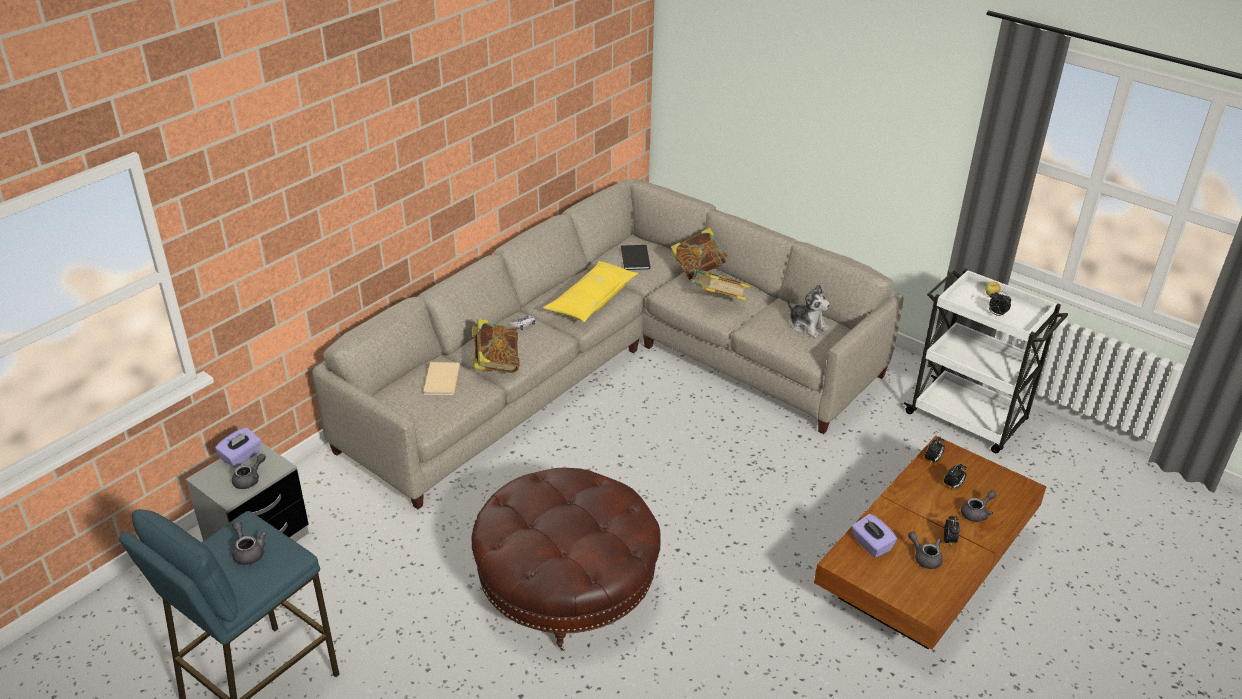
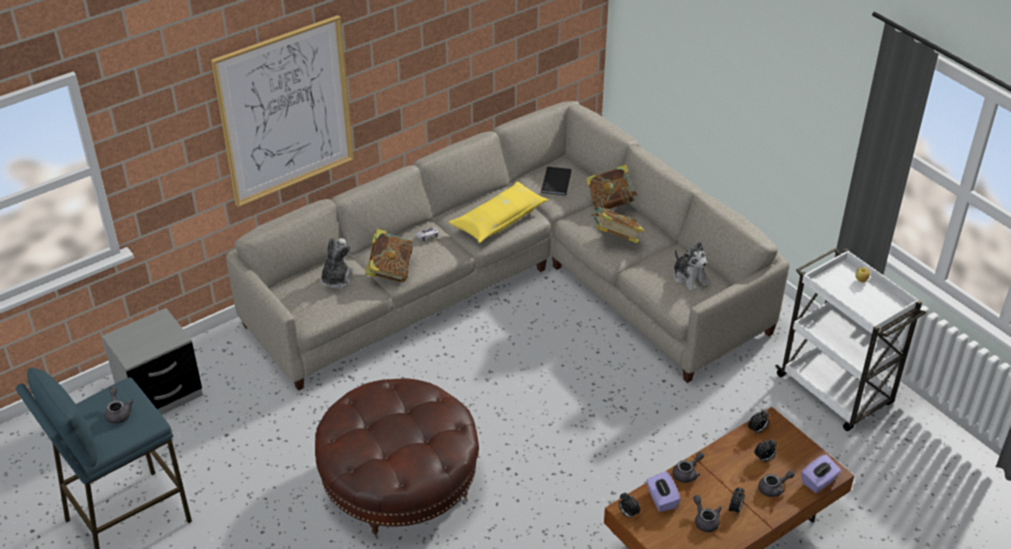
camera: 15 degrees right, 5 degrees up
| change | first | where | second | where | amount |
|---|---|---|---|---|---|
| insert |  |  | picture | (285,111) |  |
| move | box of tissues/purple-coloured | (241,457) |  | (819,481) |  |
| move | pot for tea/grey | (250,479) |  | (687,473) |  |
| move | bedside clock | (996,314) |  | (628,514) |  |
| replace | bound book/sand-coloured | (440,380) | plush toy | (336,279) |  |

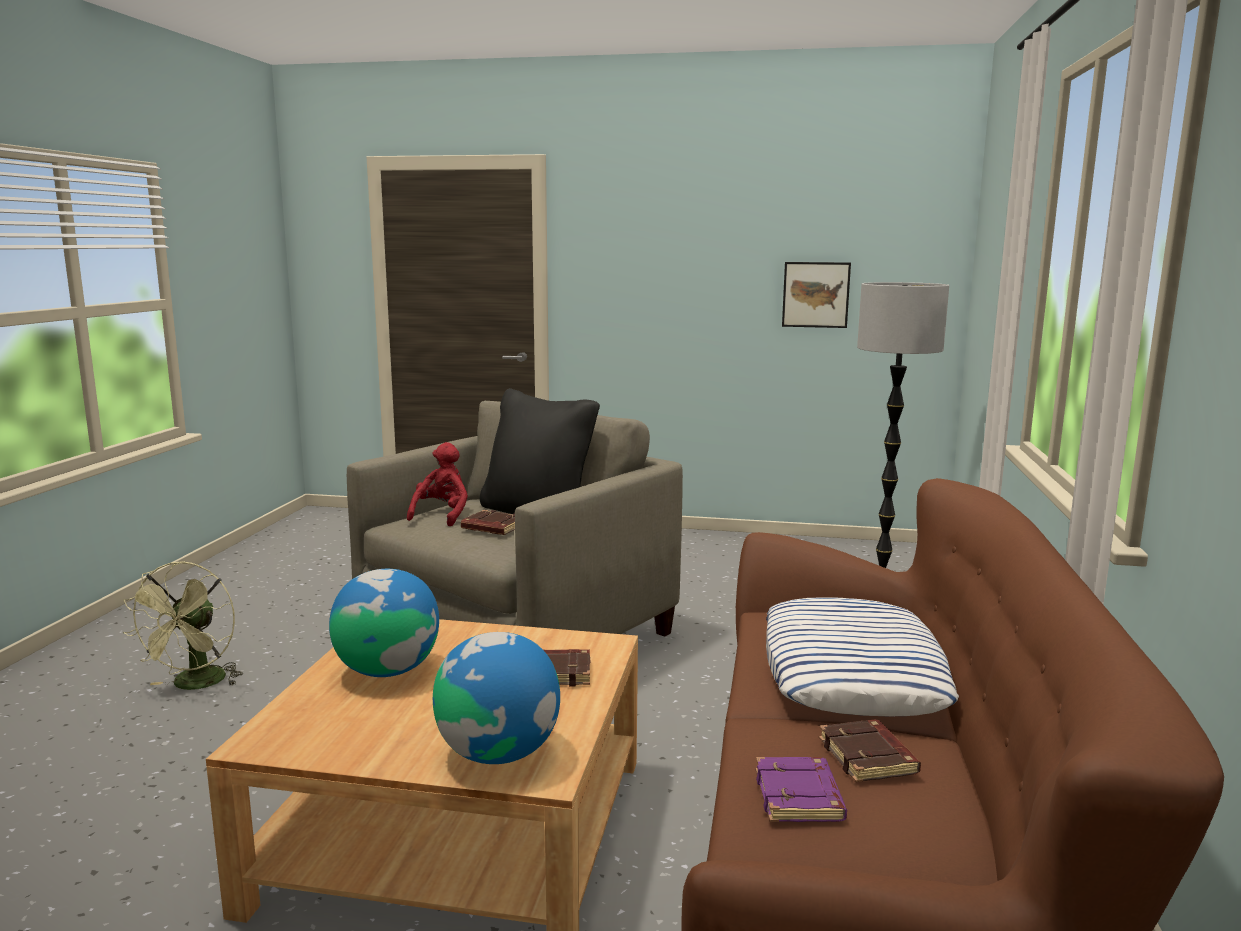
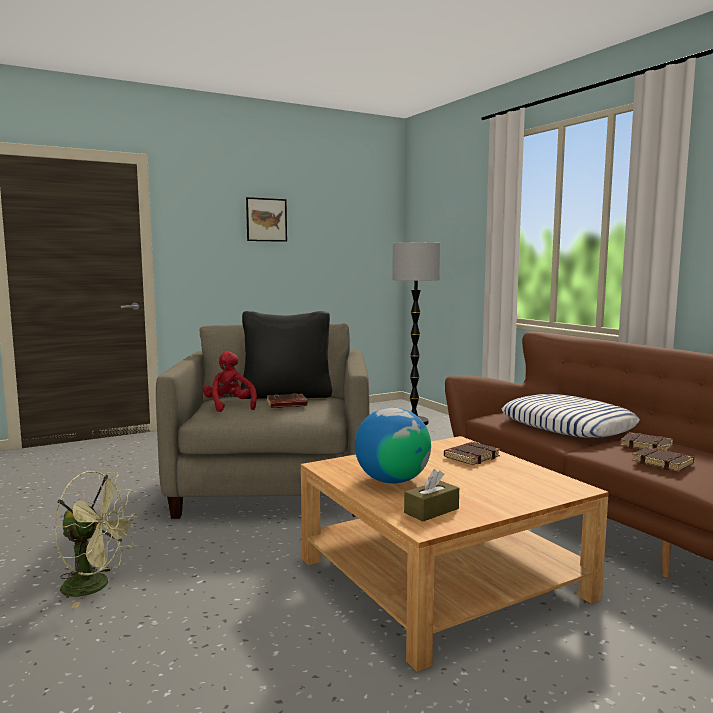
camera: 40 degrees left, 5 degrees down
| change | first | where | second | where | amount |
|---|---|---|---|---|---|
| delete | world globe | (498,753) |  |  |  |
| insert |  |  | box of tissues/brown-coloured | (431,510) |  |
| move | picture | (815,294) |  | (266,219) |  |
| recolor | bound book/purple-coloured | (800,797) | bound book/brown-coloured | (663,463) |  |
| rotate | electric fan/green | (195,685) |  | (95,586) | 45 degrees counterclockwise |

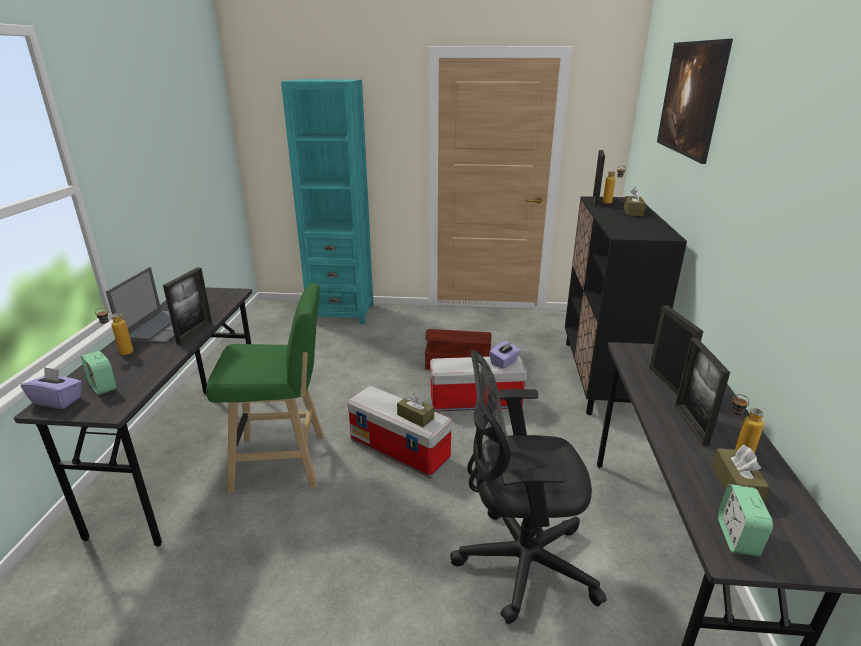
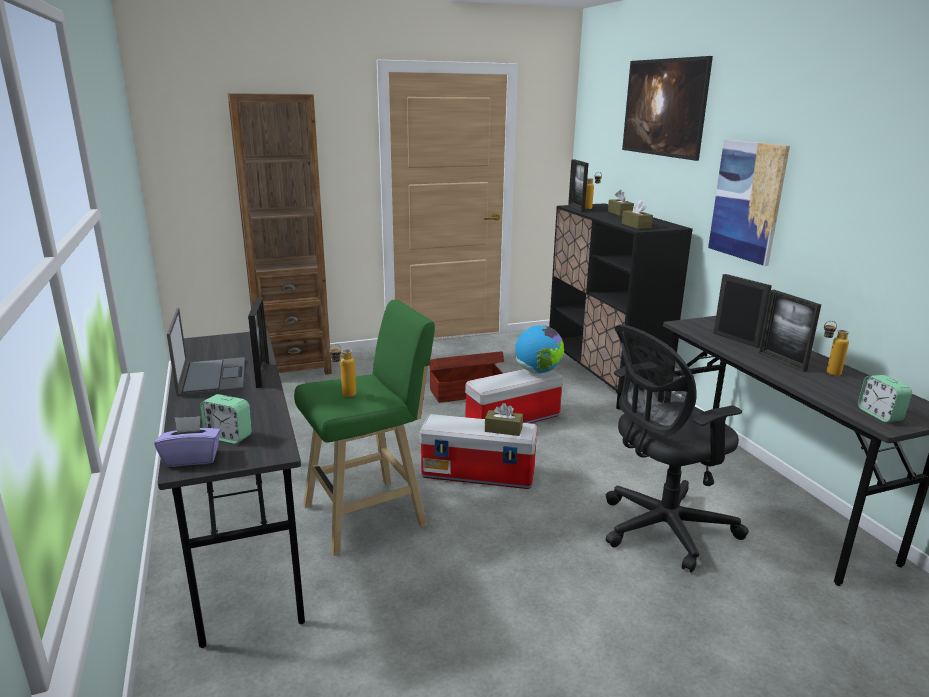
camera: 25 degrees left, 5 degrees down
| change | first | where | second | where | amount |
|---|---|---|---|---|---|
| insert |  |  | picture | (747,201) |  |
| move | bottle | (120,353) |  | (344,396) |  |
| move | box of tissues/brown-coloured | (736,485) |  | (636,226) |  |
| replace | box of tissues/purple-coloured | (504,362) | world globe | (538,372) |  |
| recolor | bookshelf/turquoise | (341,312) | bookshelf/brown-coloured | (293,367) |  |

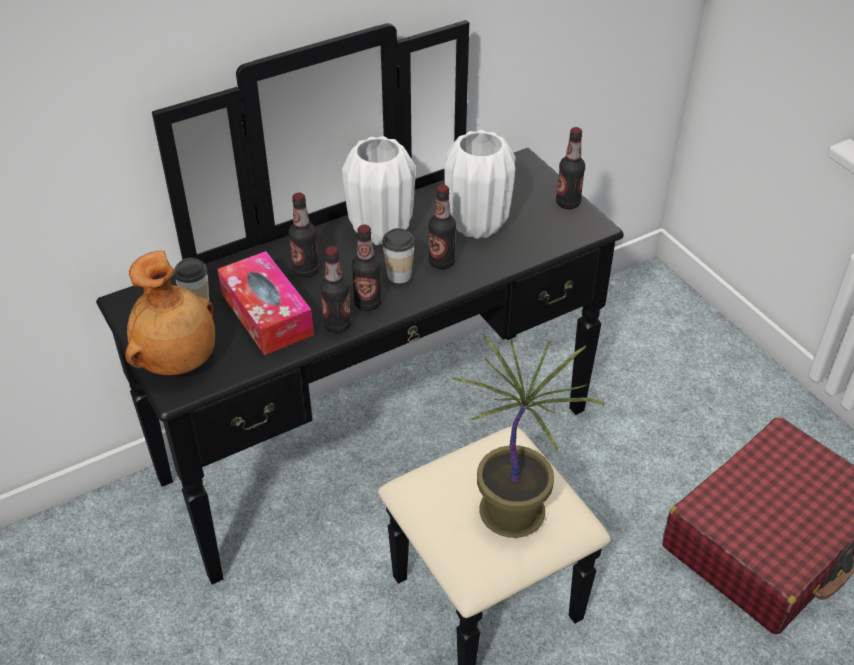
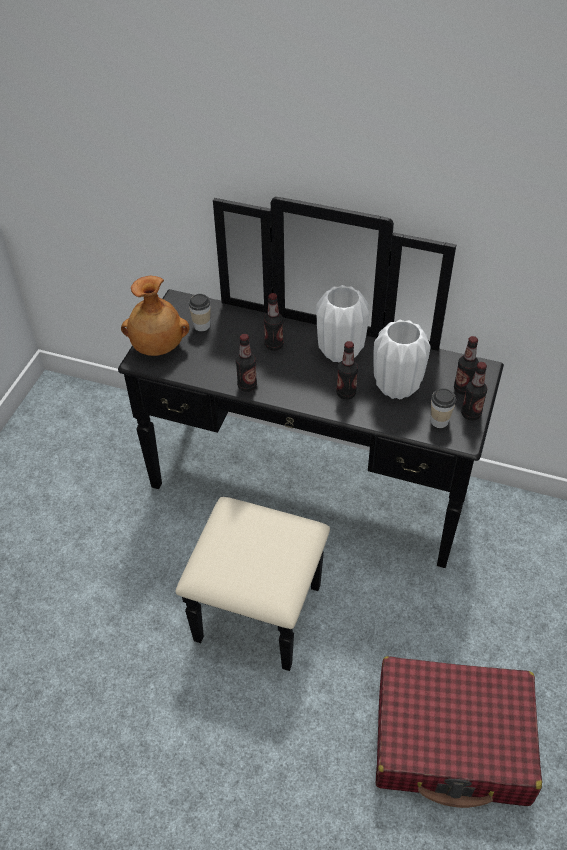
camera: 50 degrees right, 5 degrees up
| change | first | where | second | where | amount |
|---|---|---|---|---|---|
| delete | box of tissues | (267,314) |  |  |  |
| delete | plant in a pot | (514,513) |  |  |  |
| move | bottle | (367,303) |  | (463,388) |  |
| move | cup | (399,275) |  | (439,421) |  |

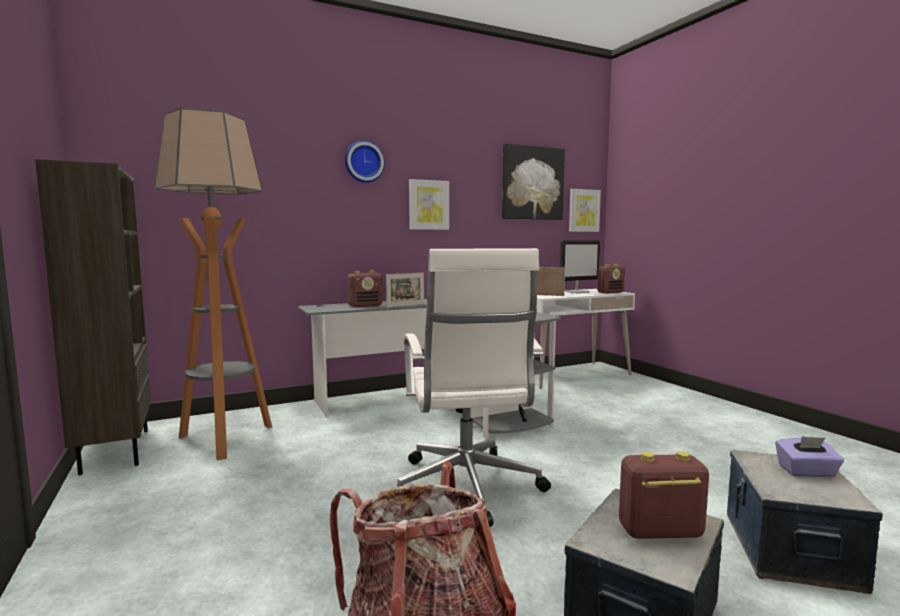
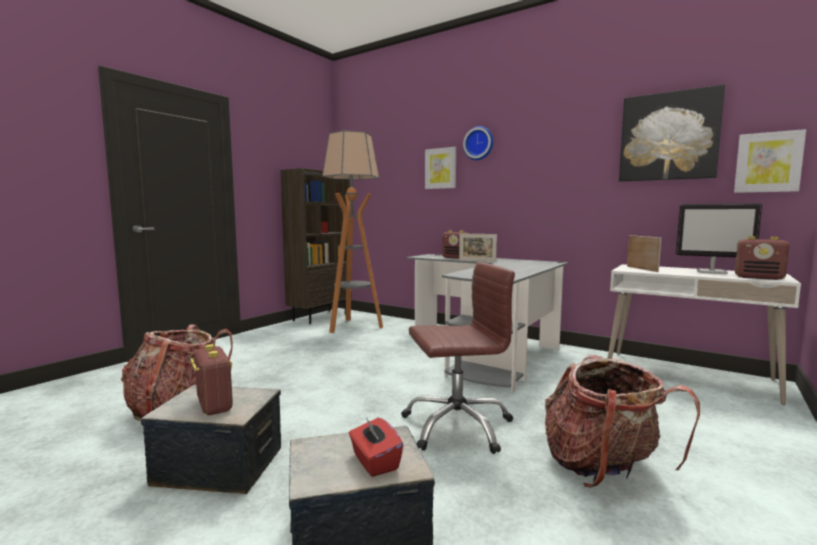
camera: 60 degrees right, 0 degrees up
| change | first | where | second | where | amount |
|---|---|---|---|---|---|
| delete | computer chair/whitish | (466,488) |  |  |  |
| insert |  |  | computer chair/brown-coloured | (457,426) |  |
| insert |  |  | knapsack | (603,469) |  |
| move | picture | (428,205) |  | (440,168) |  |
| recolor | box of tissues/purple-coloured | (807,472) | box of tissues/reddish | (374,462) |  |

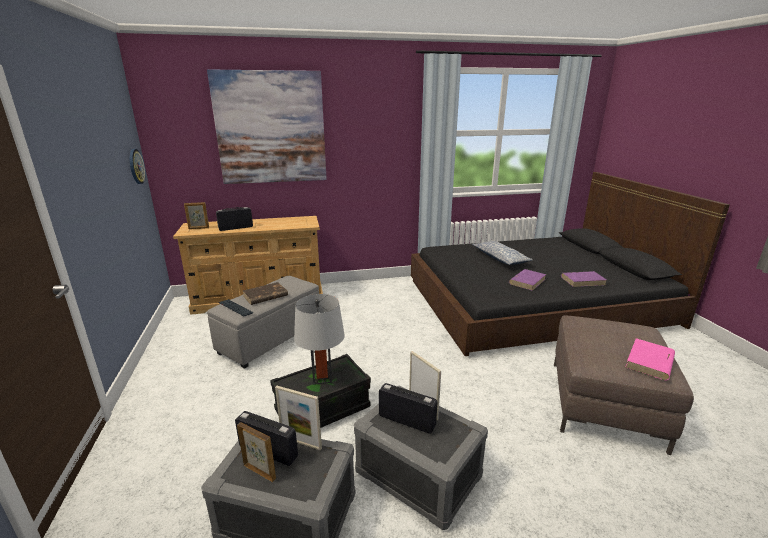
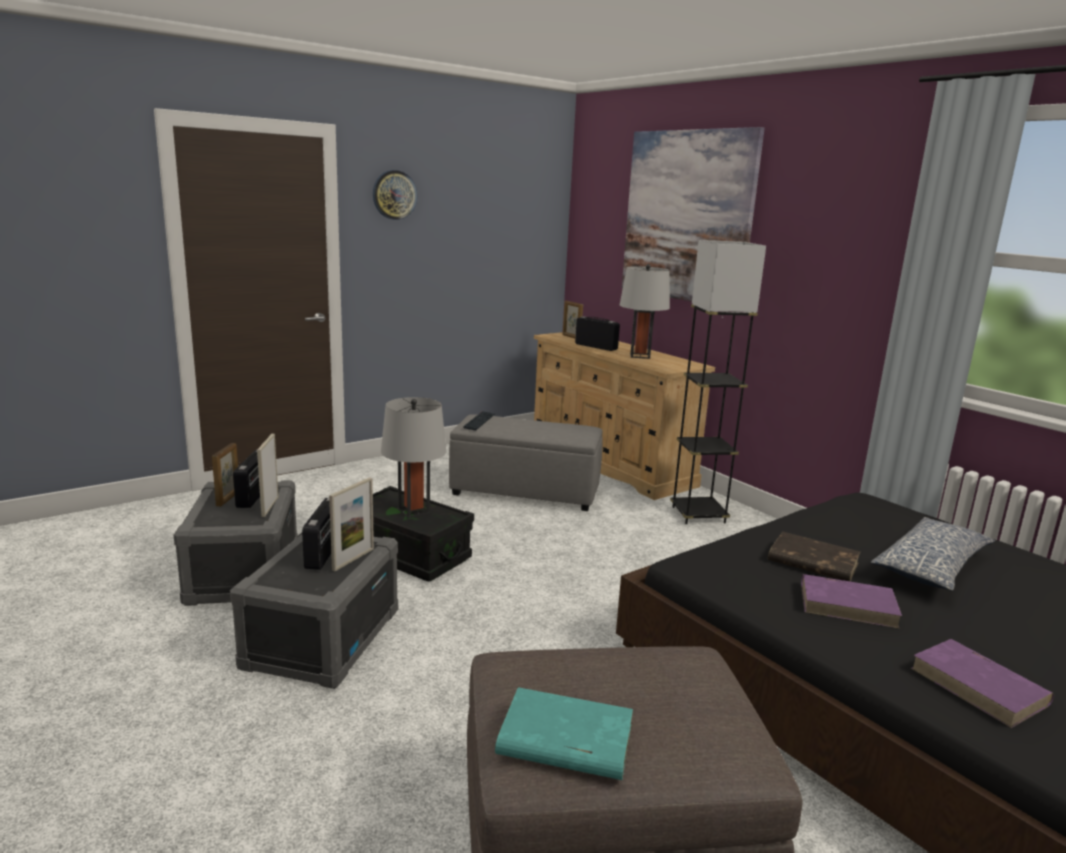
camera: 65 degrees right, 5 degrees down
| change | first | where | second | where | amount |
|---|---|---|---|---|---|
| insert |  |  | tabletop lamp/grey | (640,356) |  |
| insert |  |  | standing lamp/grey | (698,515) |  |
| move | clock on the wall | (136,166) |  | (394,195) |  |
| move | bound book/brown-coloured | (265,296) |  | (812,561) |  |
| recolor | bound book/pink-coloured | (649,362) | bound book/turquoise | (564,740) |  |

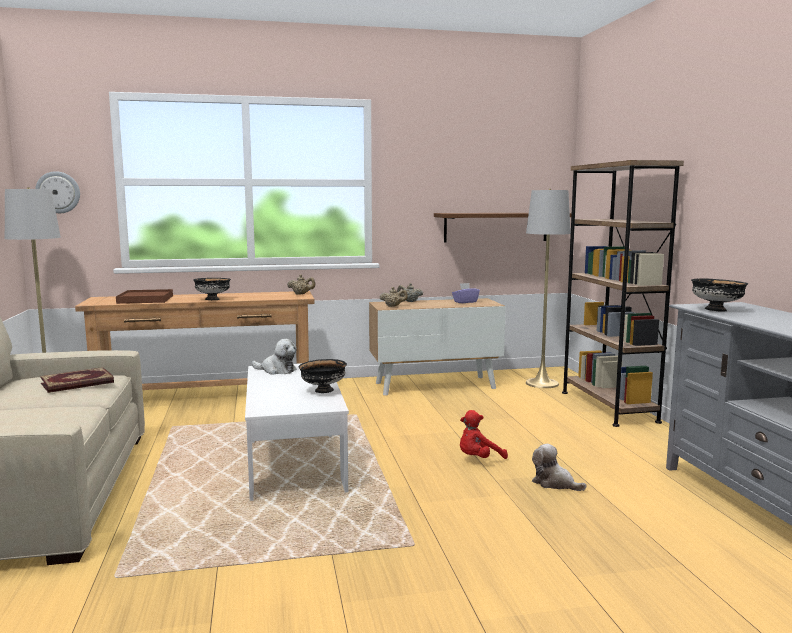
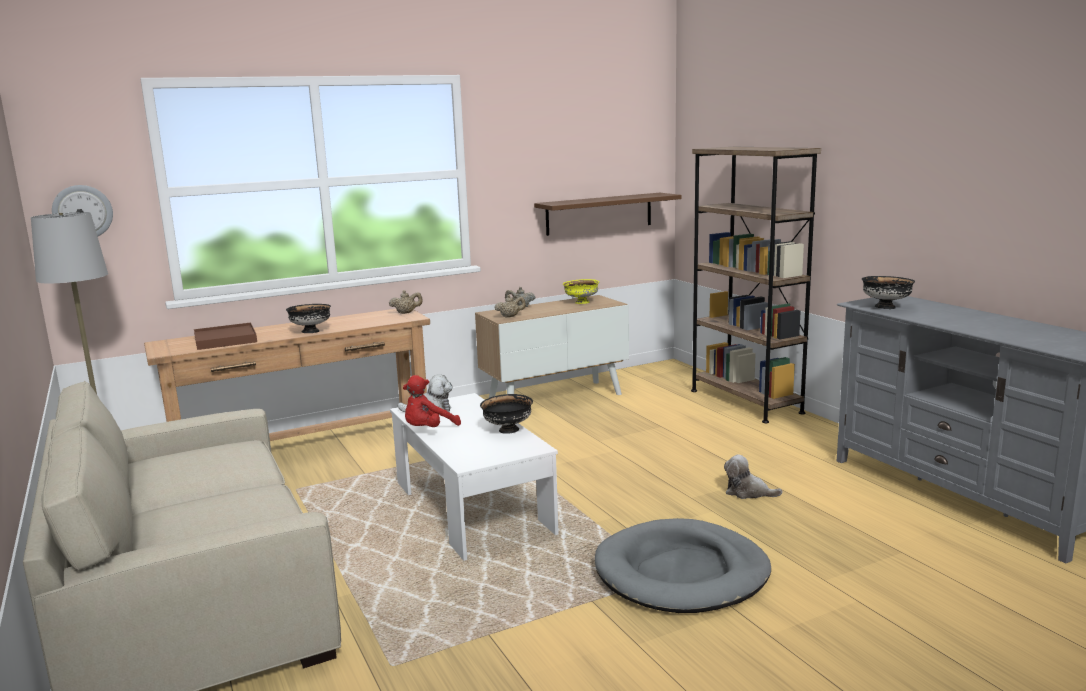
camera: 15 degrees left, 5 degrees up
| change | first | where | second | where | amount |
|---|---|---|---|---|---|
| delete | bound book | (77,383) |  |  |  |
| delete | standing lamp/grey | (542,383) |  |  |  |
| insert |  |  | pet bed/grey | (682,573) |  |
| move | plush toy/reddish | (478,459) |  | (428,430) |  |
| replace | box of tissues/purple-coloured | (465,302) | serving bowl/yellow-coloured | (581,302) |  |

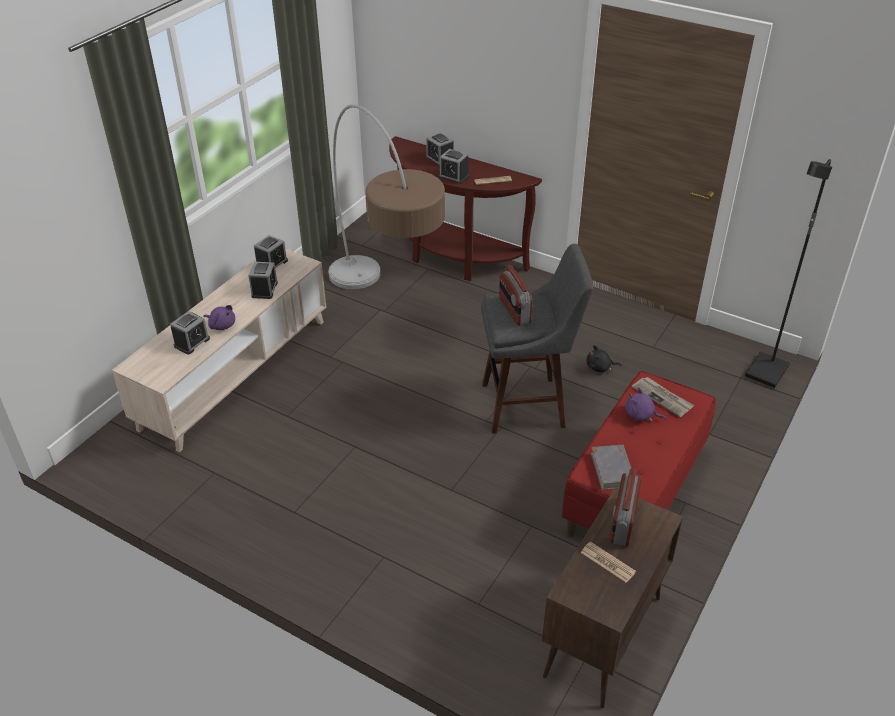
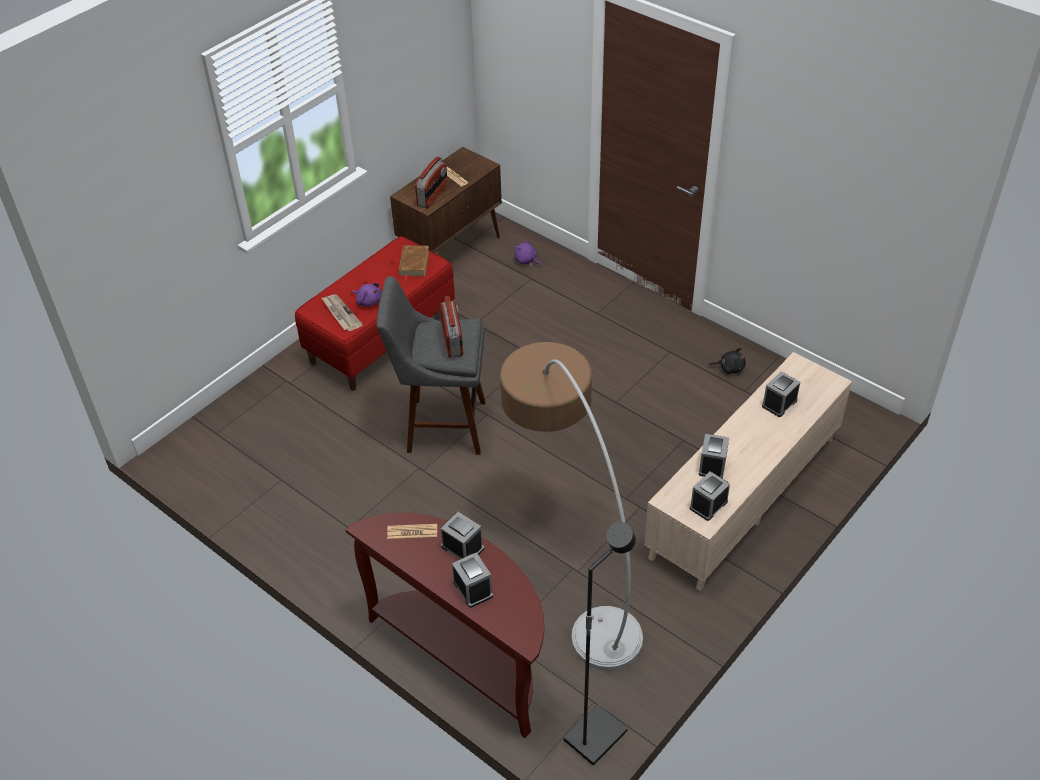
camera: 170 degrees left, 5 degrees up
| change | first | where | second | where | amount |
|---|---|---|---|---|---|
| move | plush toy/purple-coloured | (221,325) |  | (526,261) |  |
| move | plush toy/black | (600,367) |  | (729,368) |  |
| move | standing lamp/black | (767,372) |  | (594,735) |  |
| recolor | bound book/grey | (612,469) | bound book/brown-coloured | (413,263) |  |

